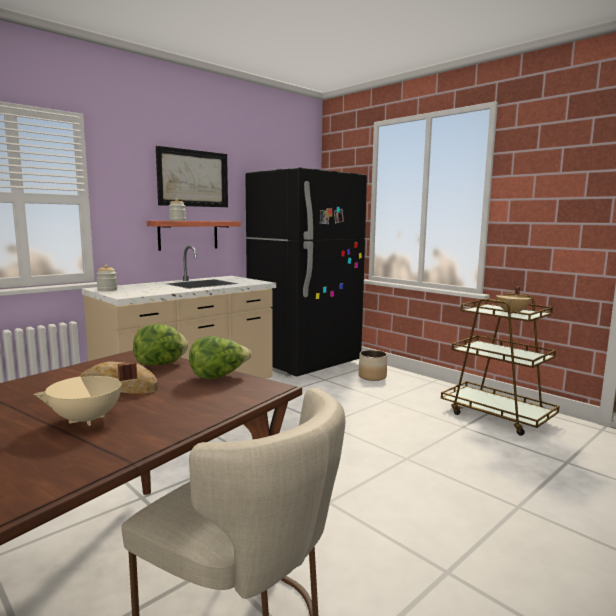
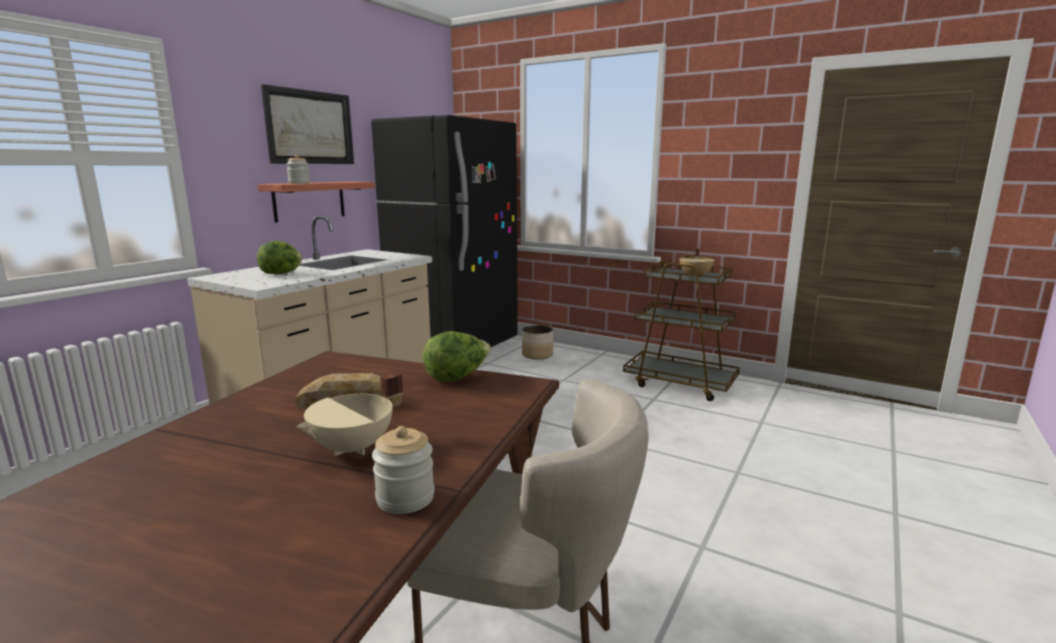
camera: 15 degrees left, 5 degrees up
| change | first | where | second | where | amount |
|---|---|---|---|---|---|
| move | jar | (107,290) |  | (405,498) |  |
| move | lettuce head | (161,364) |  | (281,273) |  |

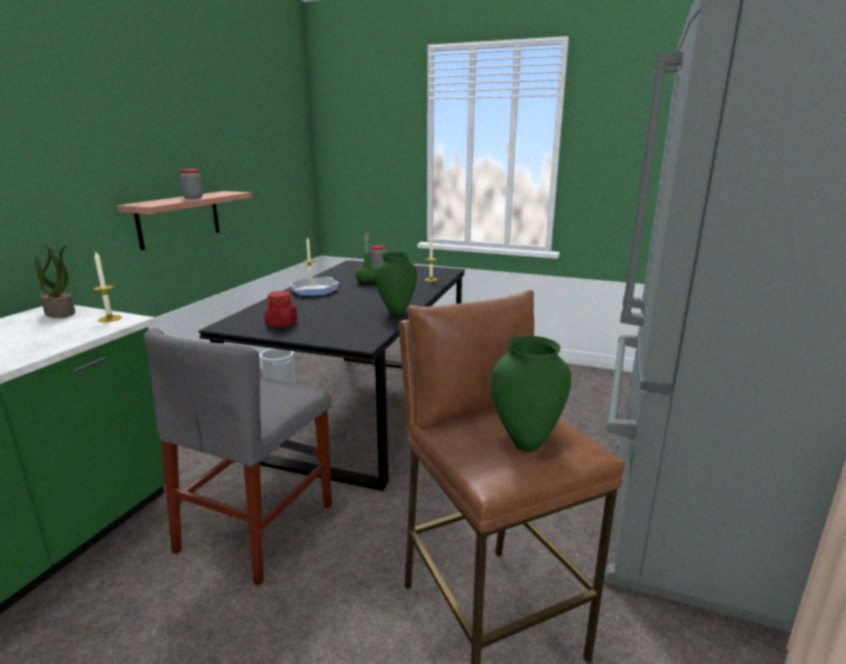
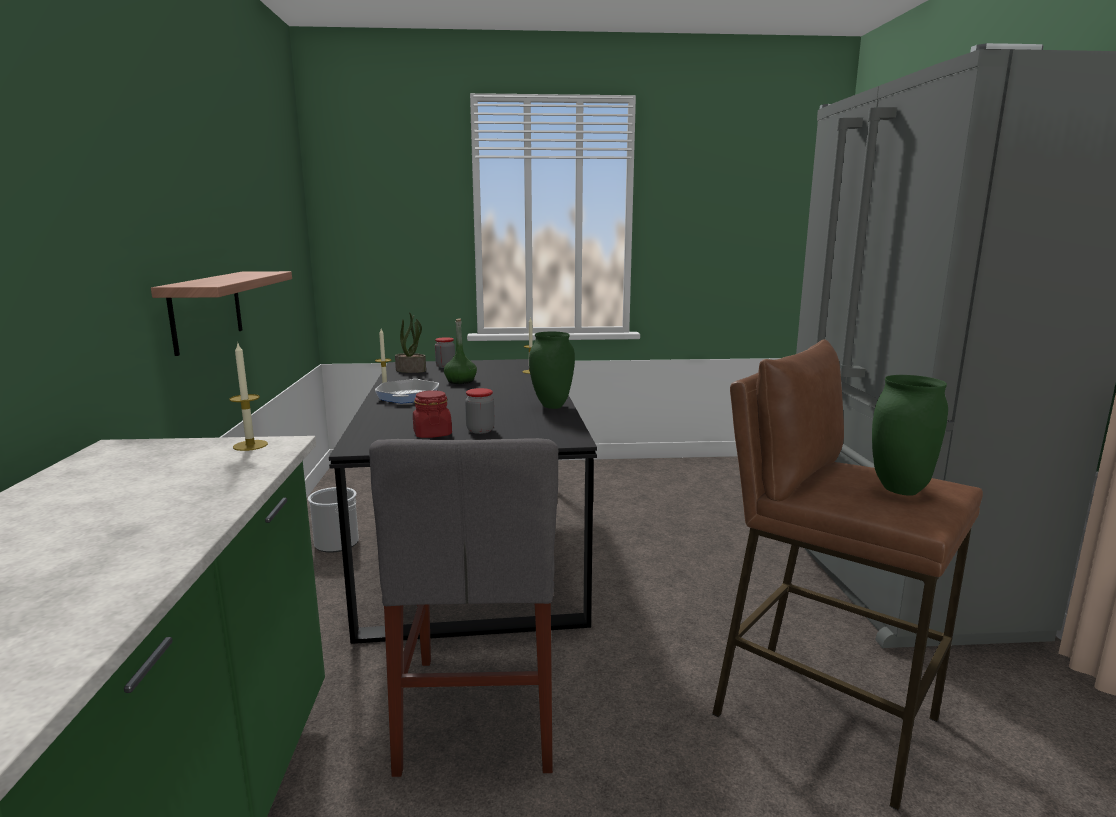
camera: 25 degrees left, 5 degrees down
| change | first | where | second | where | amount |
|---|---|---|---|---|---|
| move | plant in a pot | (61,313) |  | (411,370) |  |
| move | jar | (193,198) |  | (480,430) |  |

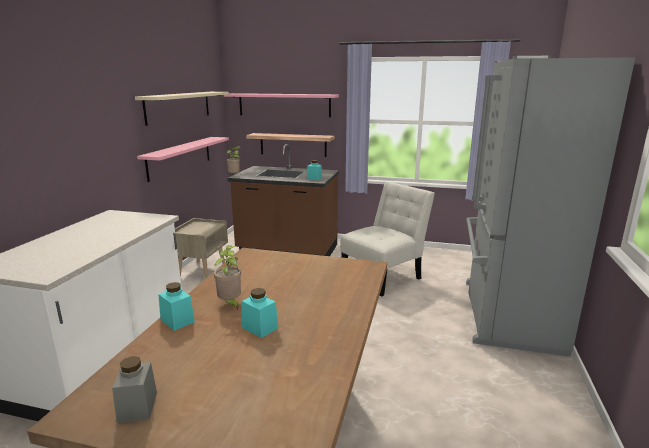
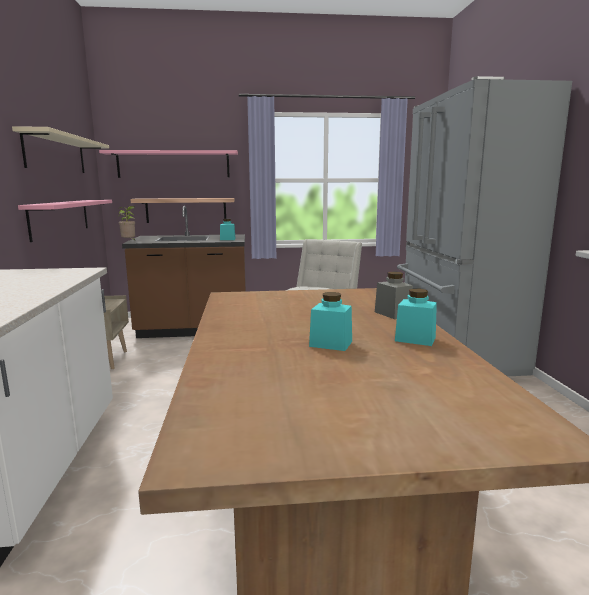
camera: 20 degrees left, 5 degrees down
| change | first | where | second | where | amount |
|---|---|---|---|---|---|
| delete | plant in a pot | (230,304) |  |  |  |
| move | jar/grey | (137,407) |  | (393,314) |  |
| move | jar/turquoise | (177,321) |  | (415,339) |  |

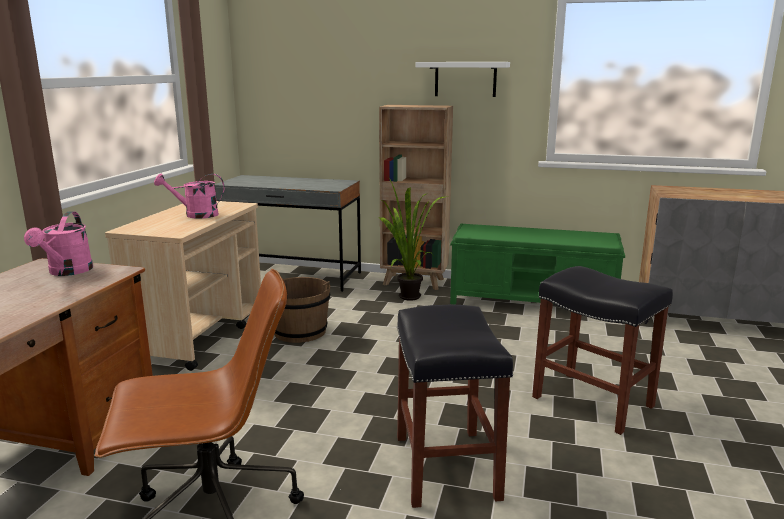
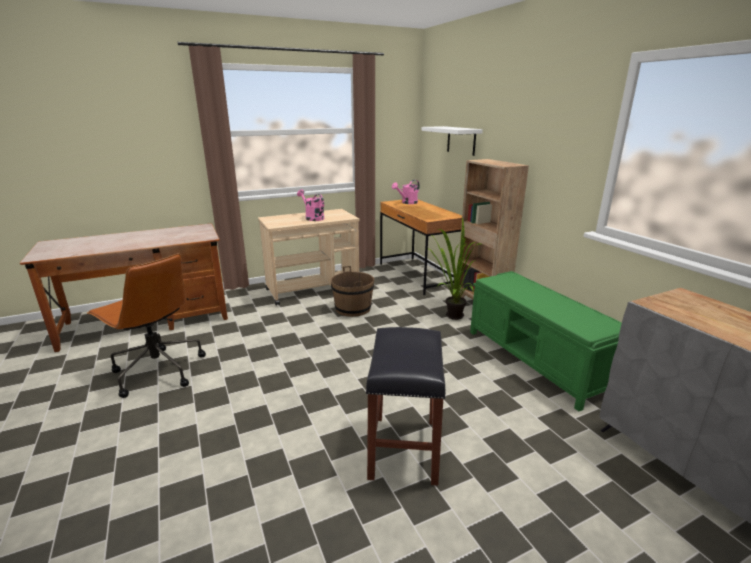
camera: 50 degrees right, 5 degrees up
| change | first | where | second | where | amount |
|---|---|---|---|---|---|
| delete | sitting stool/black | (445,465) |  |  |  |
| move | watering pot/pink-coloured | (67,272) |  | (407,203) |  |
| move | bracket shelf/whitish | (465,79) |  | (461,140) |  |
| recolor | desk/grey | (292,276) | desk/brown-coloured | (417,275) |  |

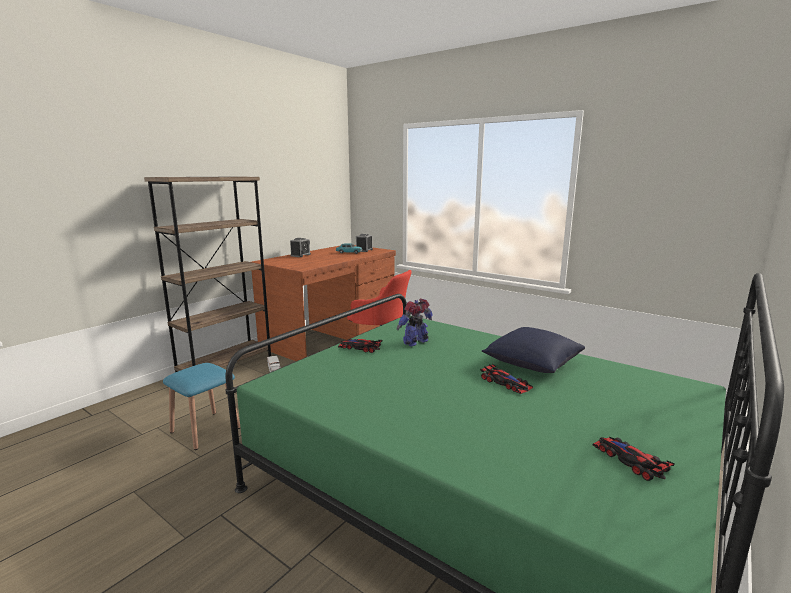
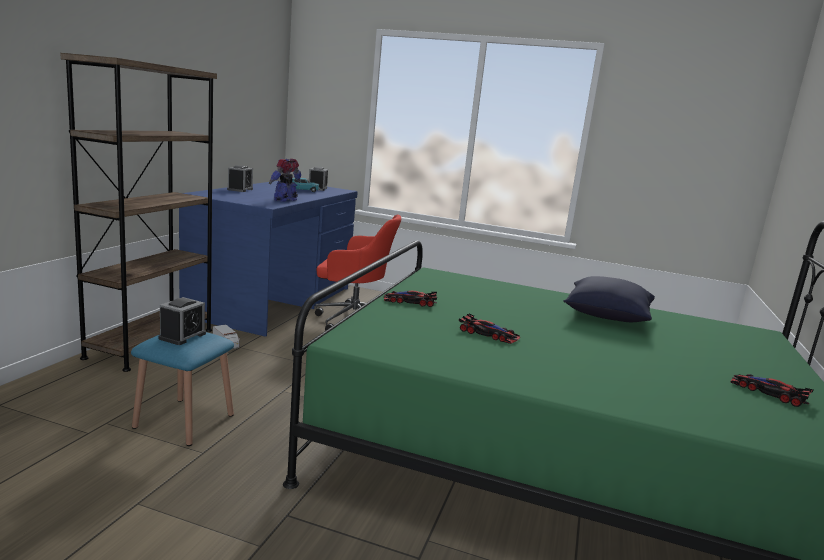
camera: 20 degrees left, 0 degrees up
| change | first | where | second | where | amount |
|---|---|---|---|---|---|
| insert |  |  | bedside clock | (182,336) |  |
| move | toy robot | (416,342) |  | (286,200) |  |
| move | toy car | (505,383) |  | (488,334) |  |
| recolor | desk/brown-coloured | (331,336) | desk/blue | (274,301) |  |

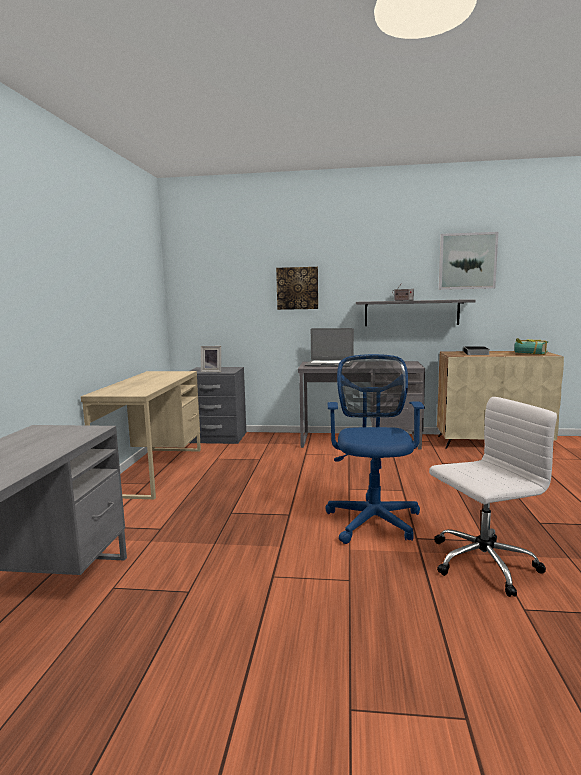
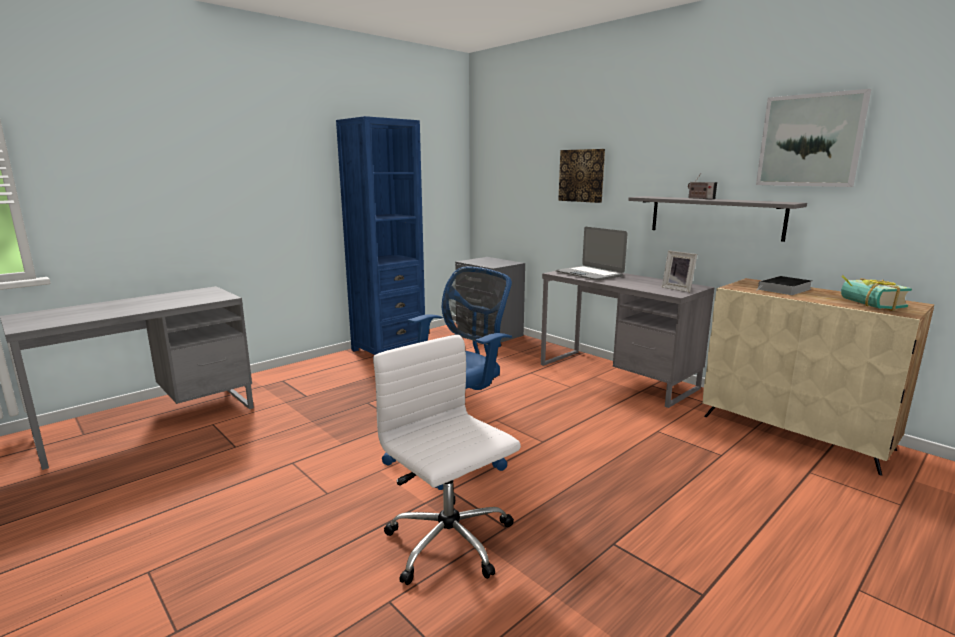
camera: 40 degrees right, 5 degrees up
| change | first | where | second | where | amount |
|---|---|---|---|---|---|
| move | standing frame | (212,371) |  | (678,289) |  |
| replace | desk/sand-coloured | (154,470) | bookshelf/blue | (388,349) |  |
| rotate | computer chair/whitish | (481,563) |  | (450,543) | 150 degrees counterclockwise |

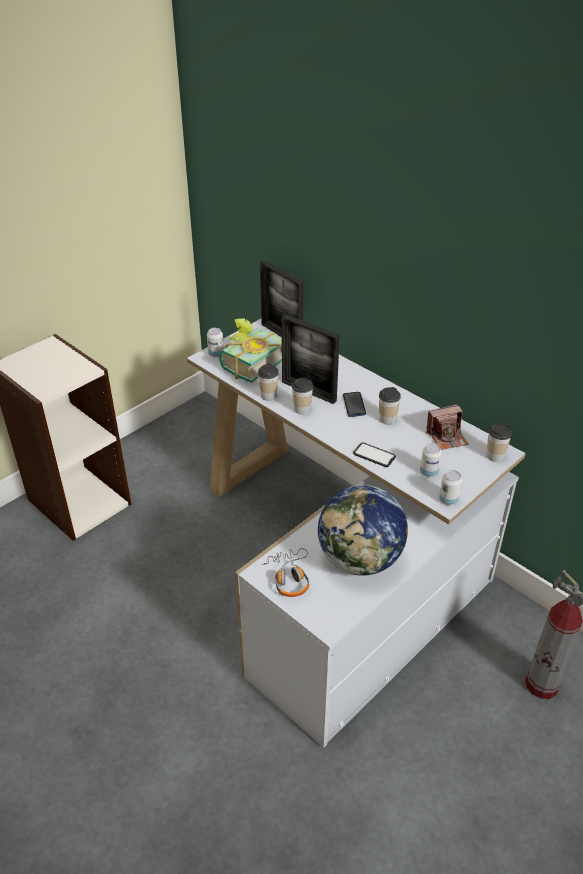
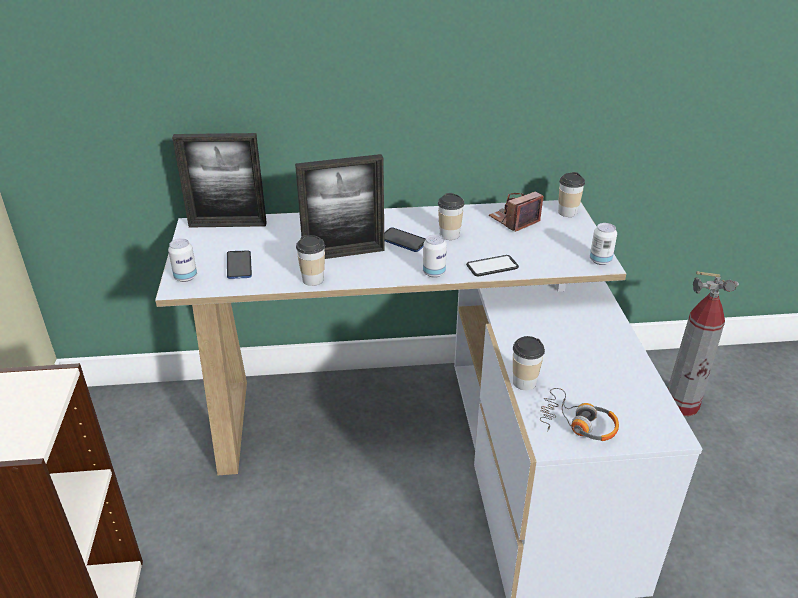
camera: 50 degrees left, 5 degrees down
| change | first | where | second | where | amount |
|---|---|---|---|---|---|
| delete | world globe | (360,560) |  |  |  |
| move | cup | (302,409) |  | (524,382) |  |
| move | metal can | (429,472) |  | (434,273) |  |
| replace | bound book | (248,363) | handset | (239,266) |  |
| rotate | still camera | (447,437) |  | (514,220) | 150 degrees counterclockwise |

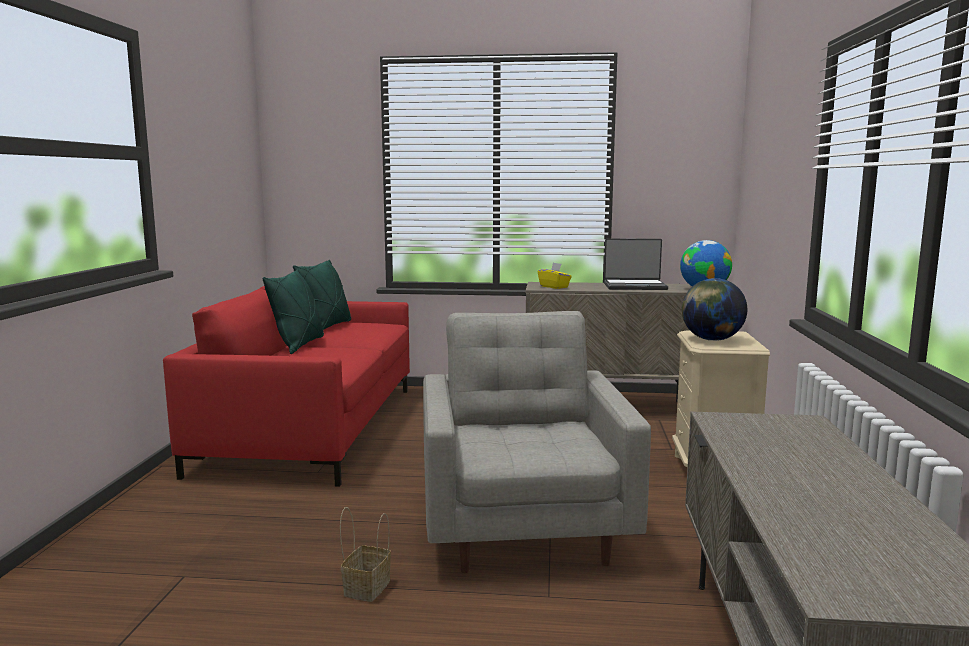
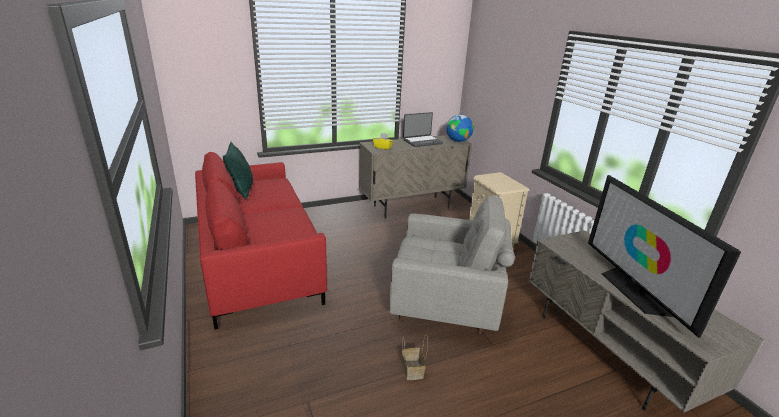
camera: 30 degrees left, 15 degrees up
| change | first | where | second | where | amount |
|---|---|---|---|---|---|
| delete | throw pillow/green | (299,345) |  |  |  |
| delete | world globe | (711,340) |  |  |  |
| insert |  |  | TV | (634,291) |  |
| rotate | armchair/grey | (525,528) |  | (445,305) | 135 degrees clockwise |

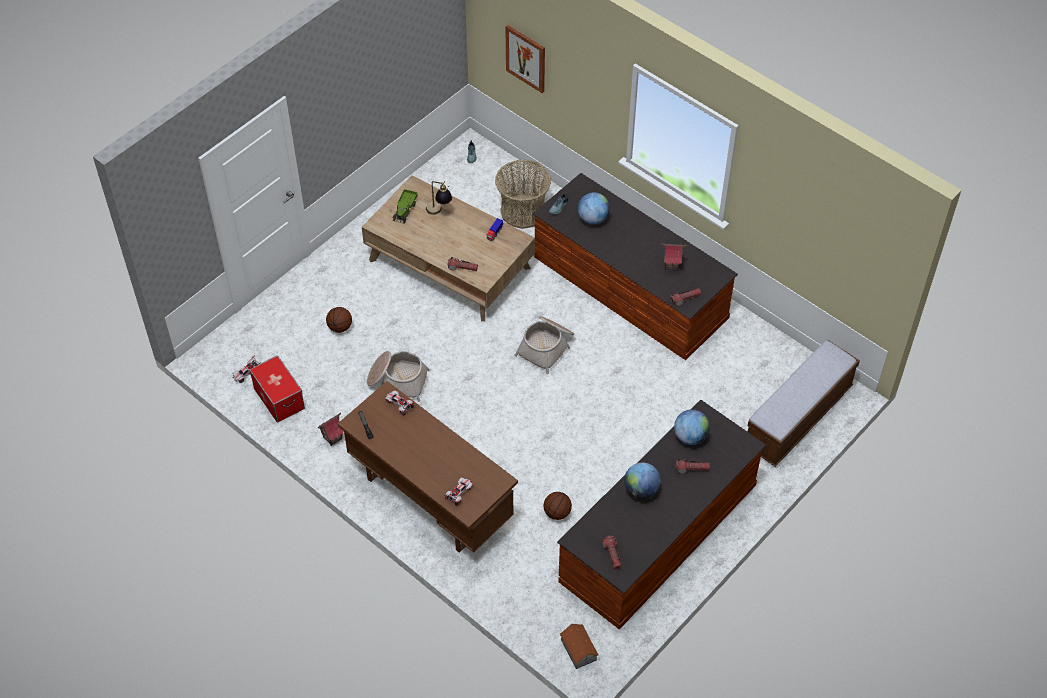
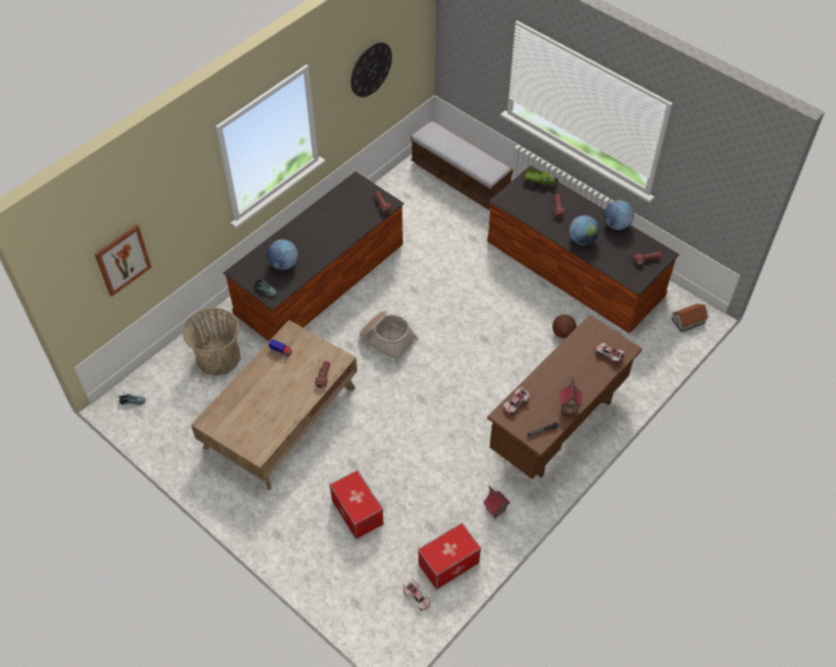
camera: 90 degrees left, 0 degrees up
| change | first | where | second | where | amount |
|---|---|---|---|---|---|
| delete | basket | (397,381) |  |  |  |
| delete | tabletop lamp | (439,211) |  |  |  |
| insert |  |  | clock on the wall | (370,69) |  |
| move | model truck | (405,210) |  | (540,182) |  |
| move | toy house | (671,265) |  | (569,407) |  |
| move | world globe | (690,437) |  | (616,225) |  |
| replace | ball for basketball | (340,327) | storage bin | (357,512) |  |

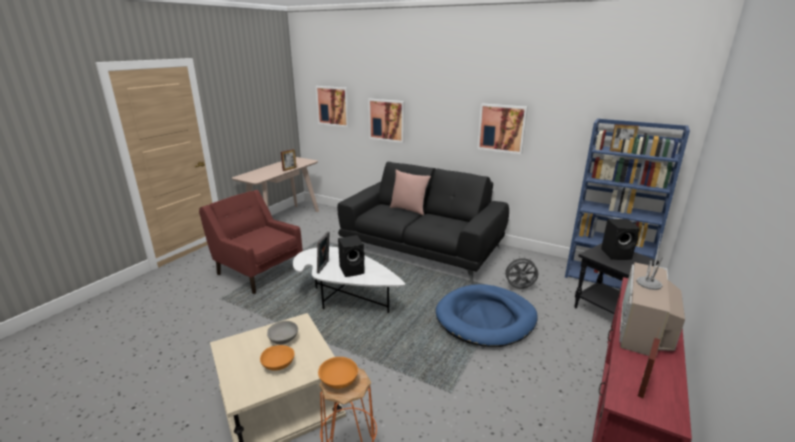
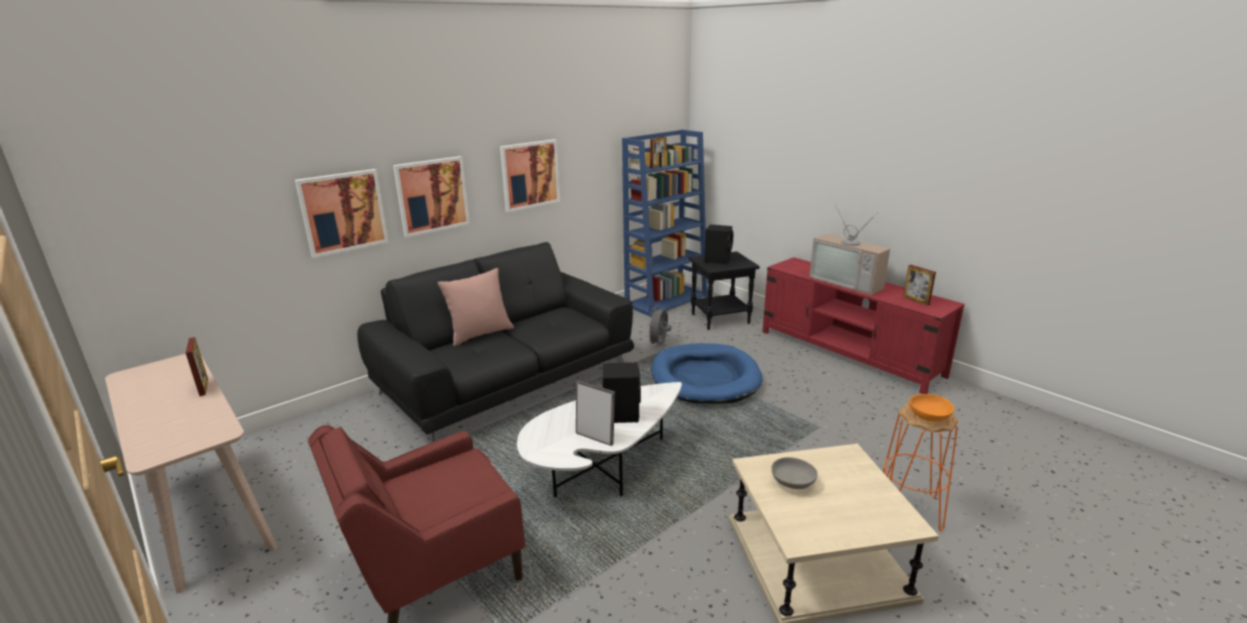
camera: 70 degrees left, 0 degrees up
| change | first | where | second | where | amount |
|---|---|---|---|---|---|
| delete | serving bowl/orangey | (278,365) |  |  |  |
| move | picture | (333,106) |  | (432,195) |  |

